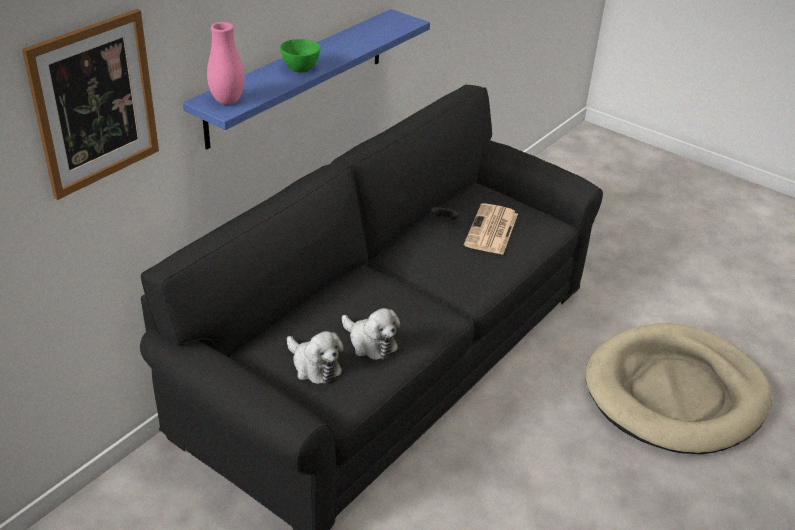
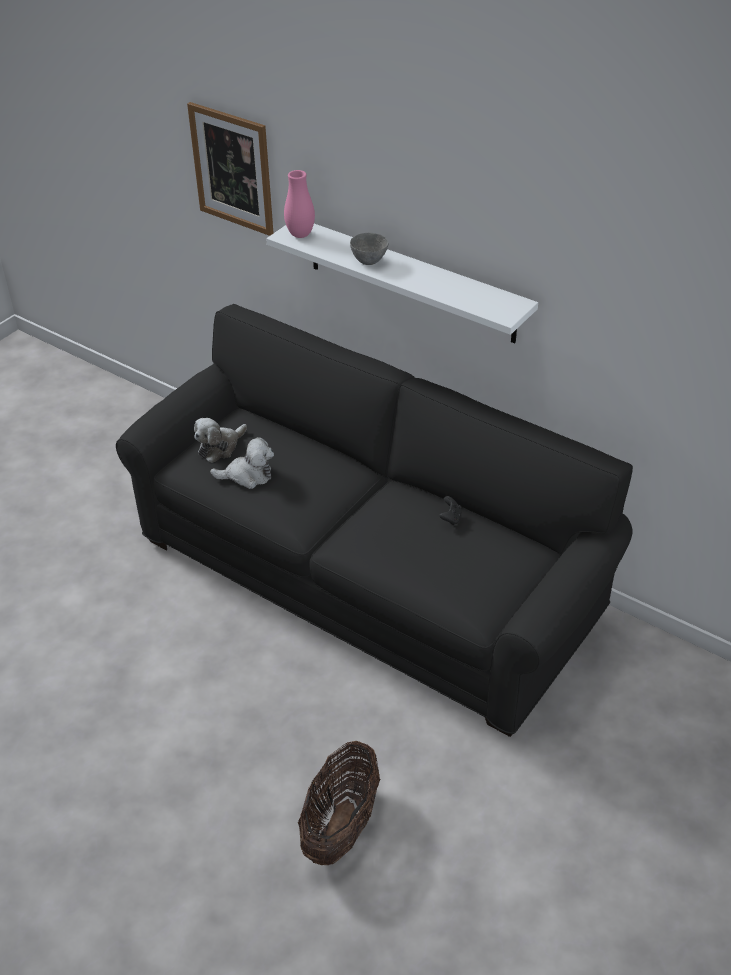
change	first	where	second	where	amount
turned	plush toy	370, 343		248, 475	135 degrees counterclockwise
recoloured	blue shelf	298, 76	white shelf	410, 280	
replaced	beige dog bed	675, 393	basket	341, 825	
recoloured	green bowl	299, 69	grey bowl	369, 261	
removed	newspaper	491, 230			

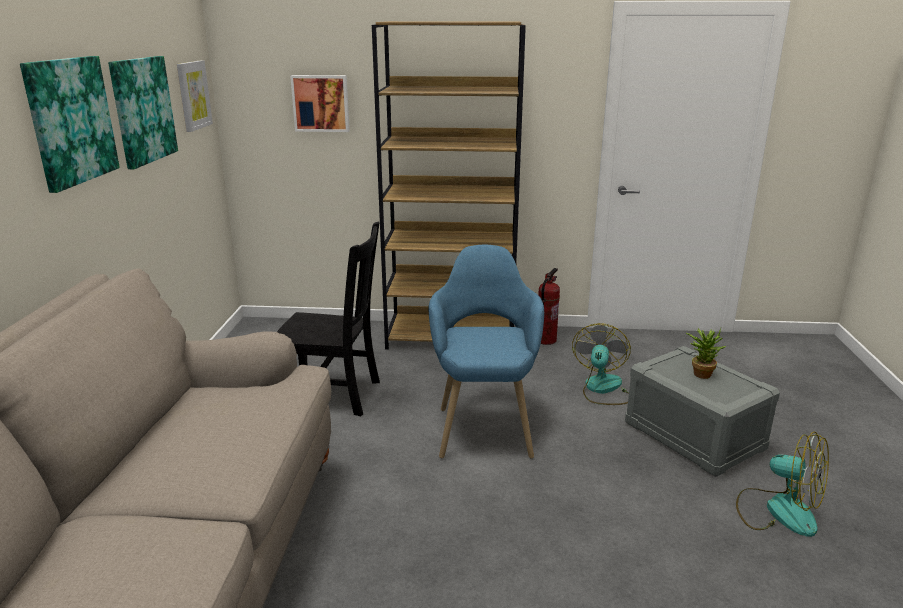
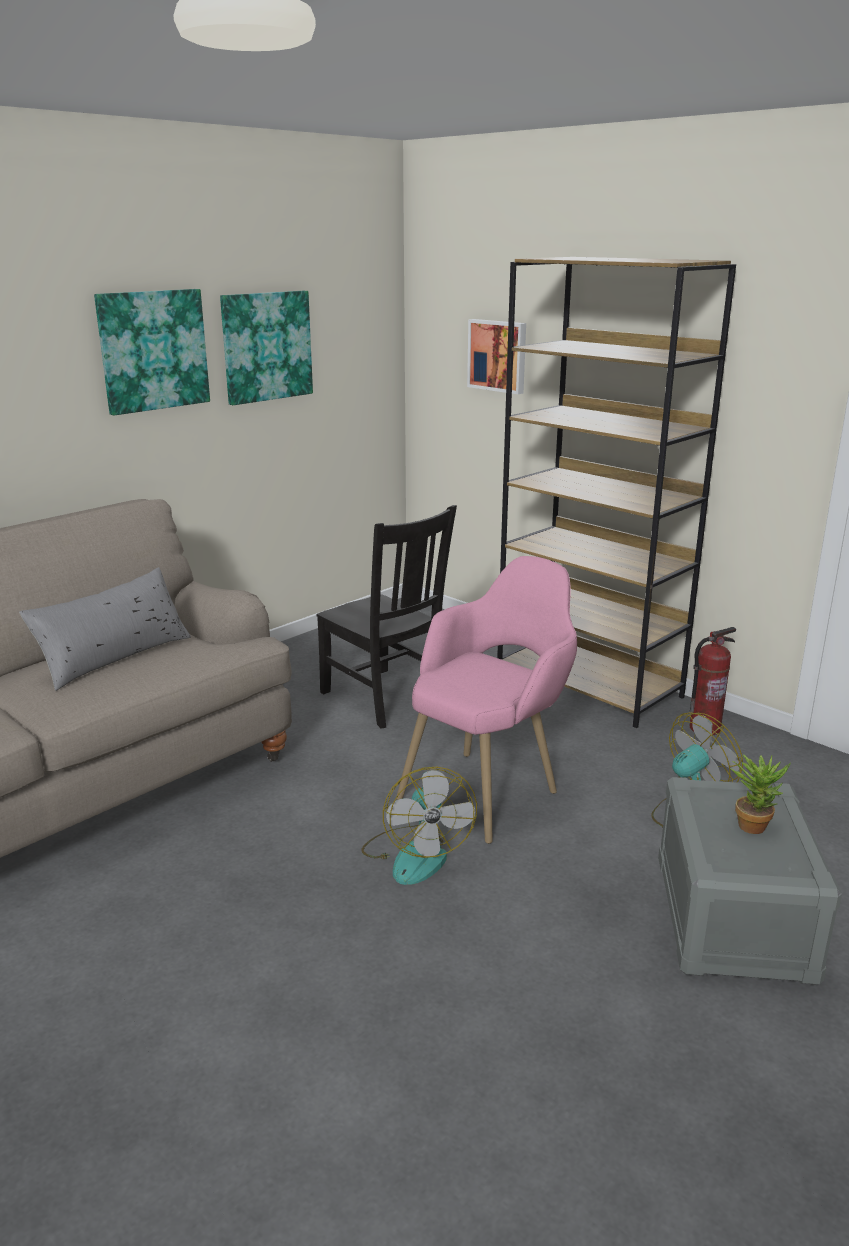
change	first	where	second	where	amount
added			grey pillow	115, 657	
moved	fan	778, 510		416, 854	
recoloured	blue armchair	484, 424	pink armchair	489, 787	
removed	picture	193, 95			

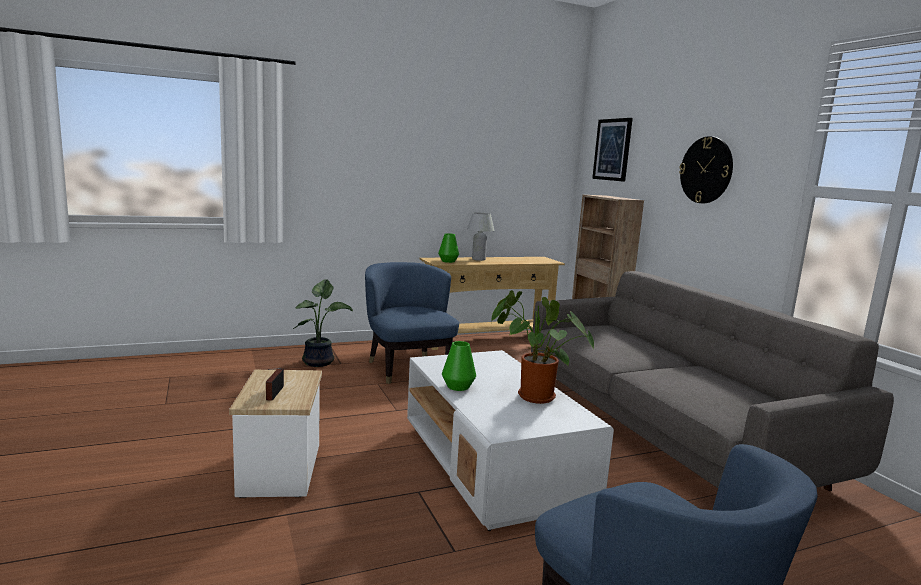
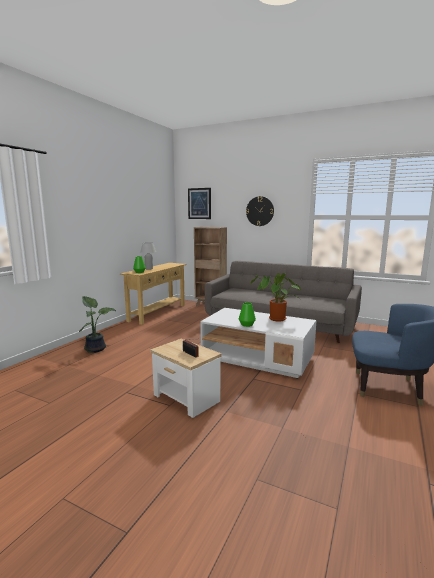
change	first	where	second	where	amount
removed	blue armchair	407, 368			

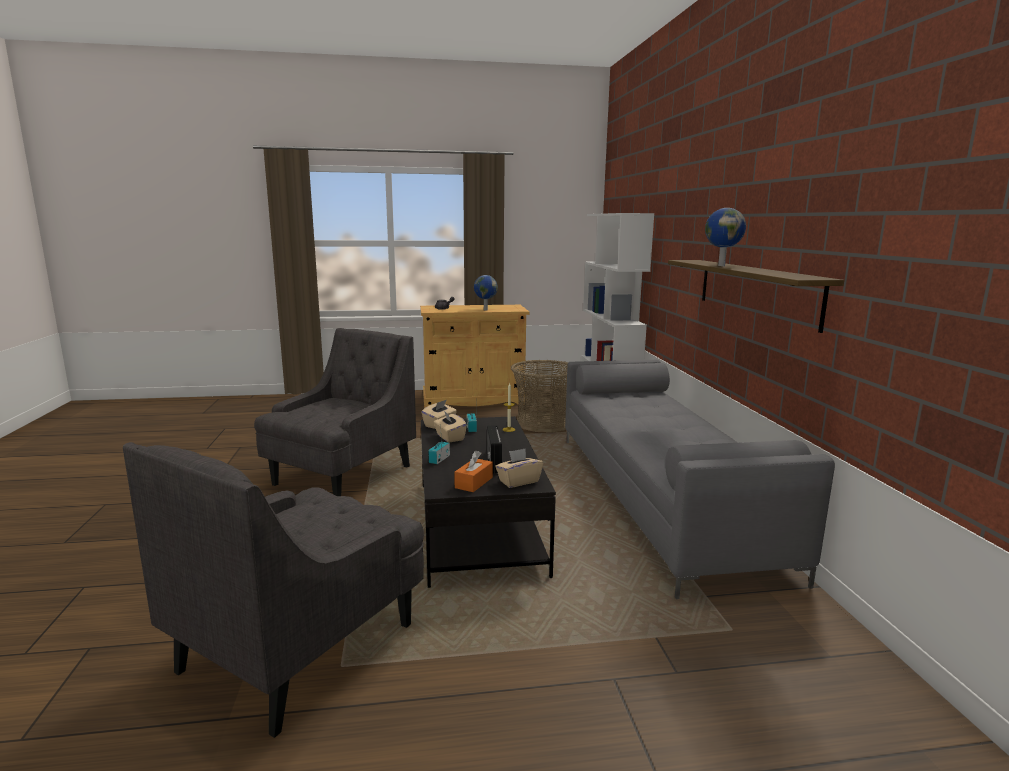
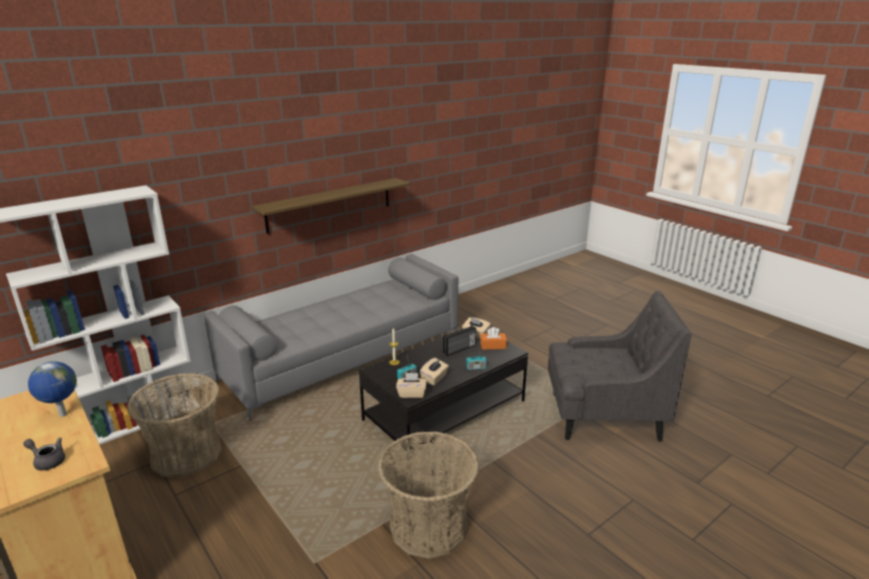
change	first	where	second	where	amount
replaced	grey armchair	342, 476	basket	428, 526	
removed	globe	721, 265			

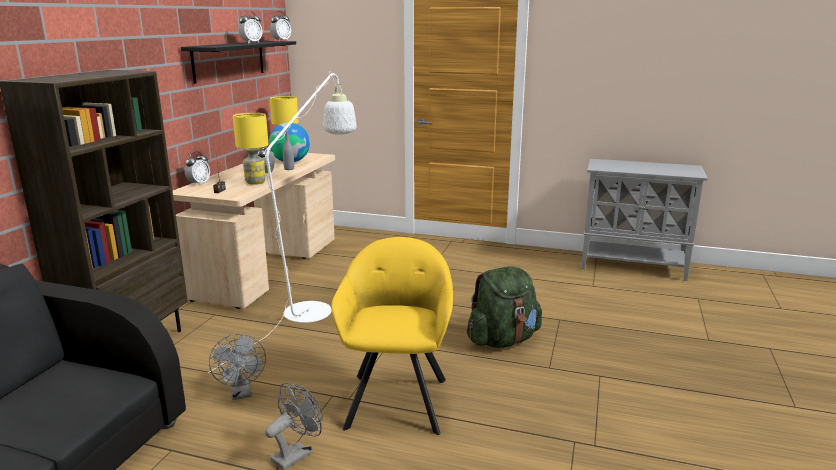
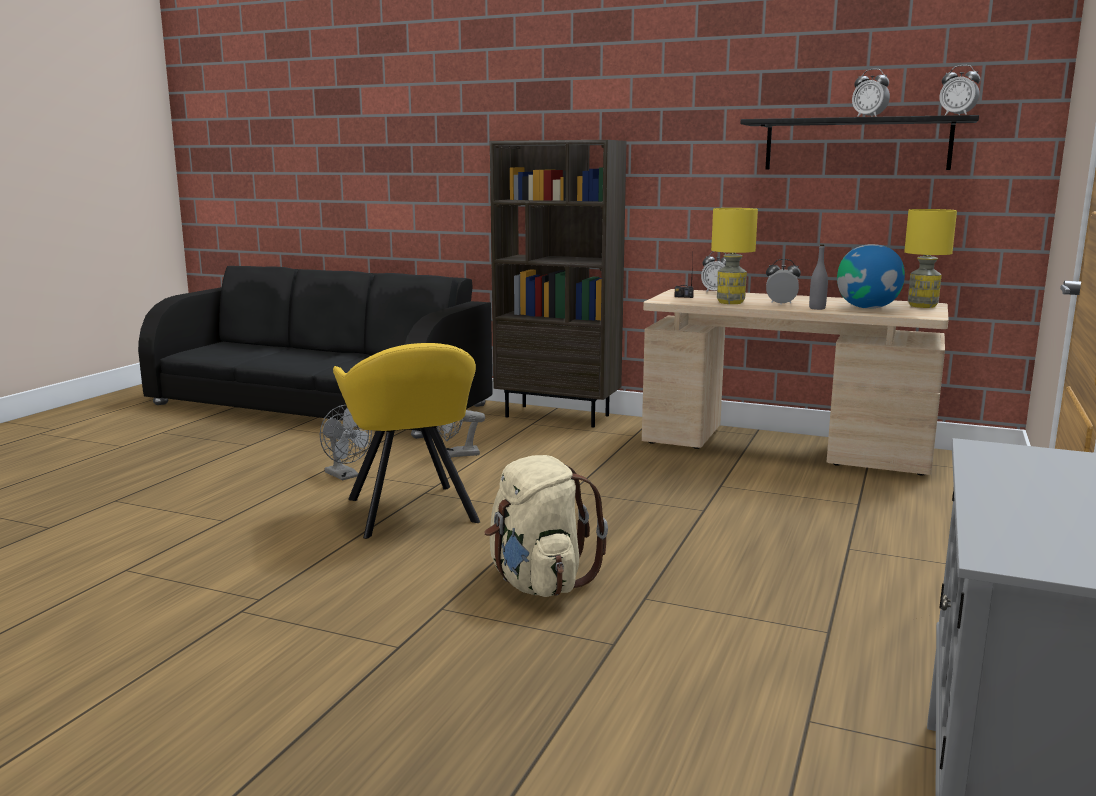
change	first	where	second	where	amount
turned	yellow armchair	398, 398		411, 513	60 degrees clockwise
recoloured	green backpack	503, 340	beige backpack	538, 583	
removed	white floor lamp	315, 306			

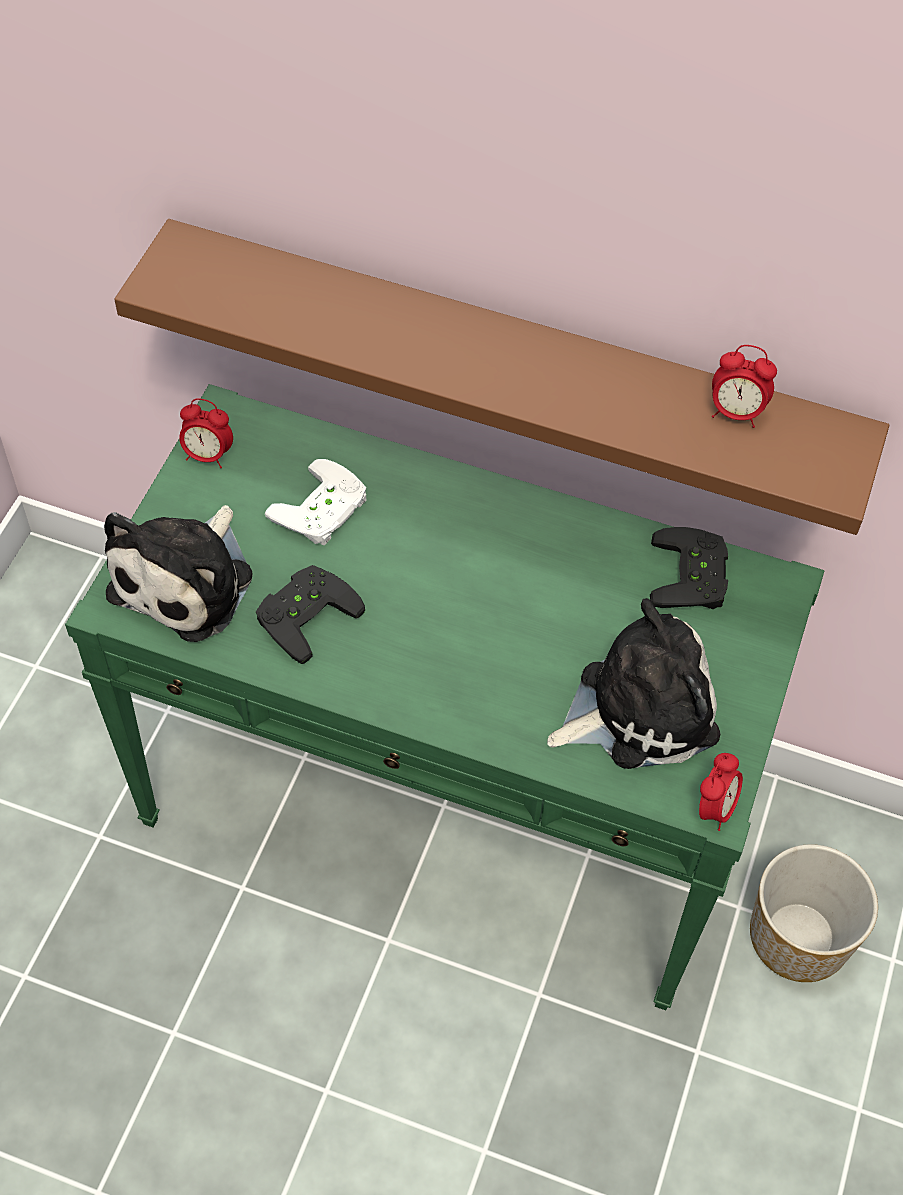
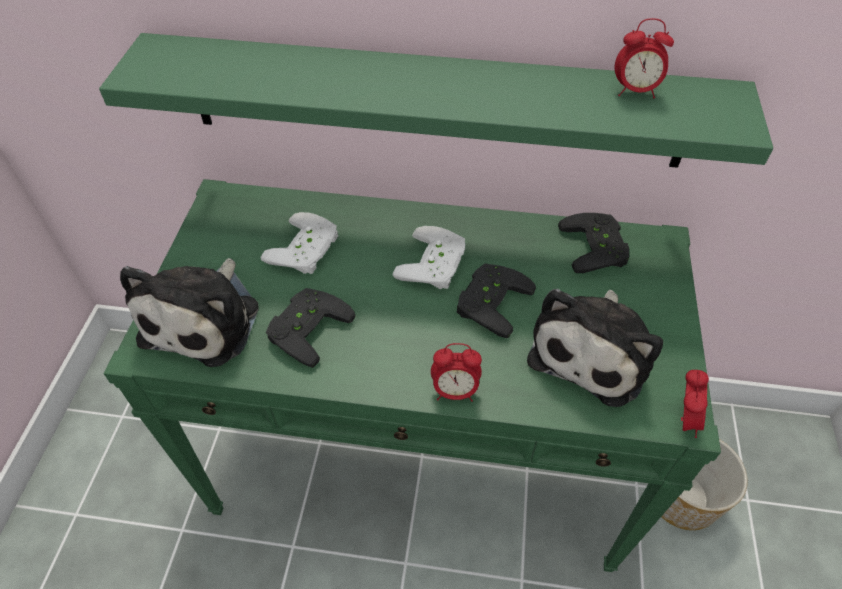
change	first	where	second	where	amount
recoloured	brown shelf	510, 361	green shelf	434, 102	
added			white game controller	436, 264	
moved	alarm clock	208, 455		455, 391	
added			black game controller	489, 300	
turned	plush toy	638, 708		593, 350	150 degrees clockwise

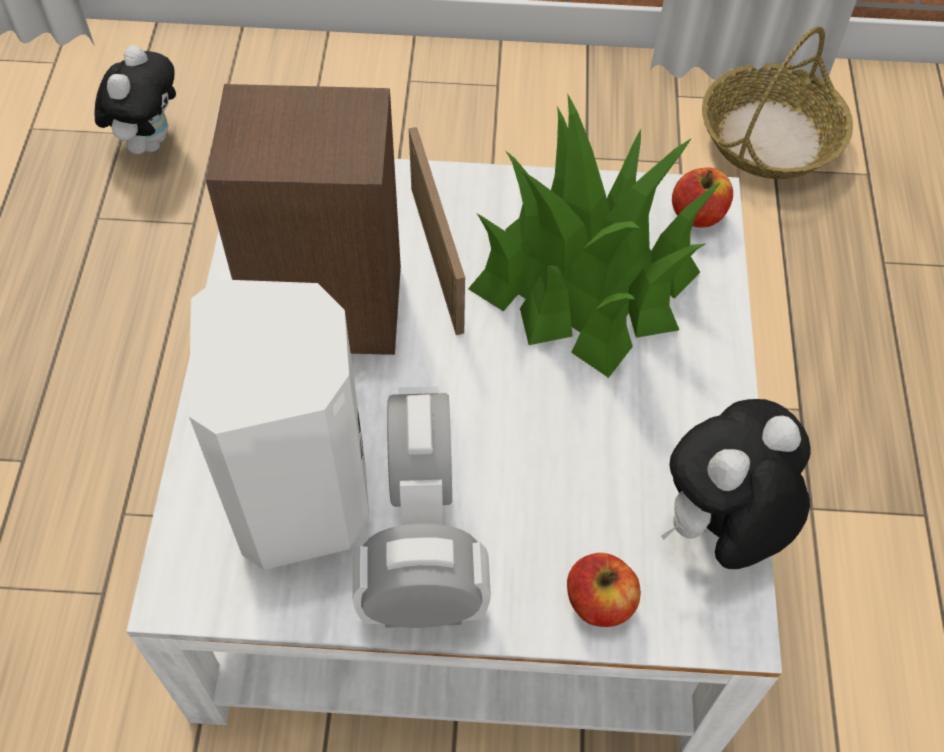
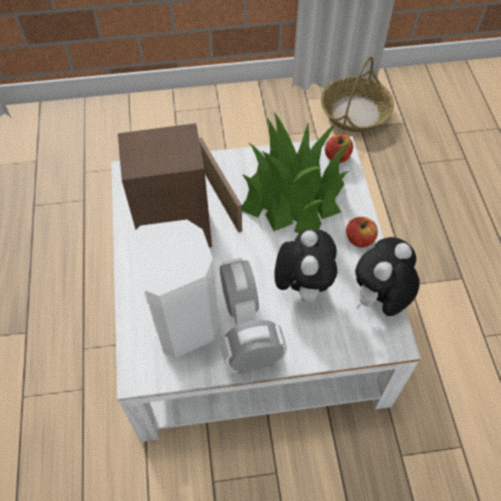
change	first	where	second	where	amount
moved	plush toy	149, 141		302, 286	
moved	apple	599, 602		359, 239	

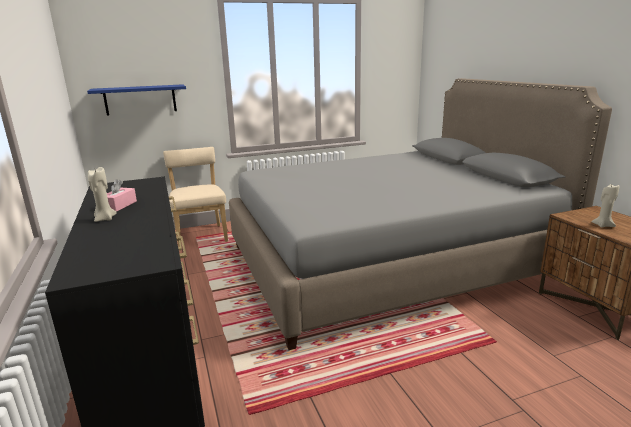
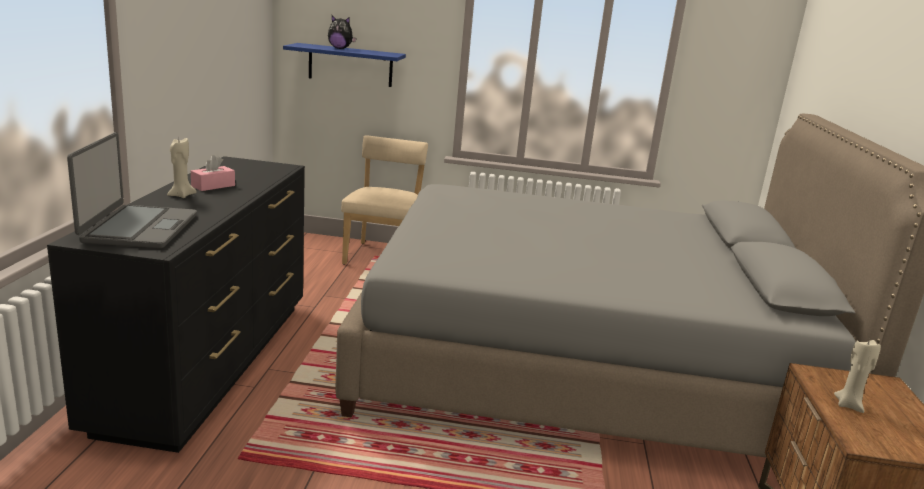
change	first	where	second	where	amount
added			laptop	139, 228	
added			plush toy	340, 48	

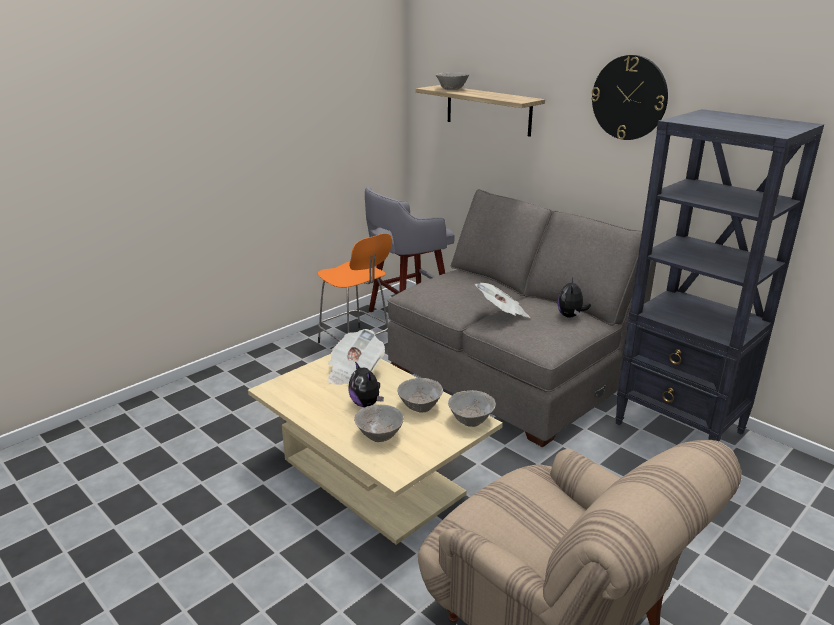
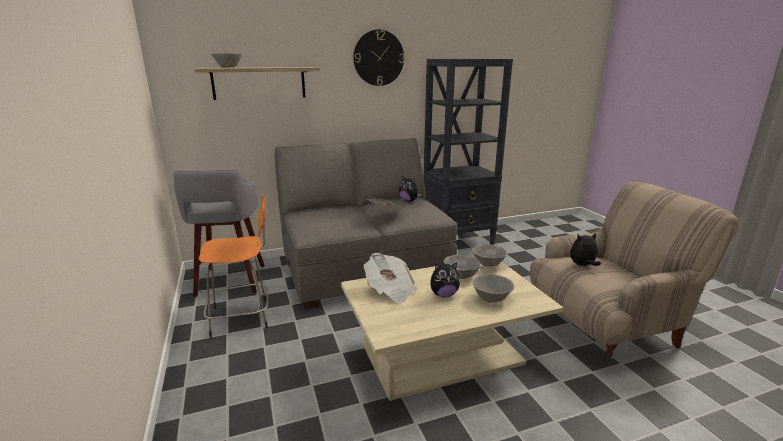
change	first	where	second	where	amount
added			plush toy	582, 265	

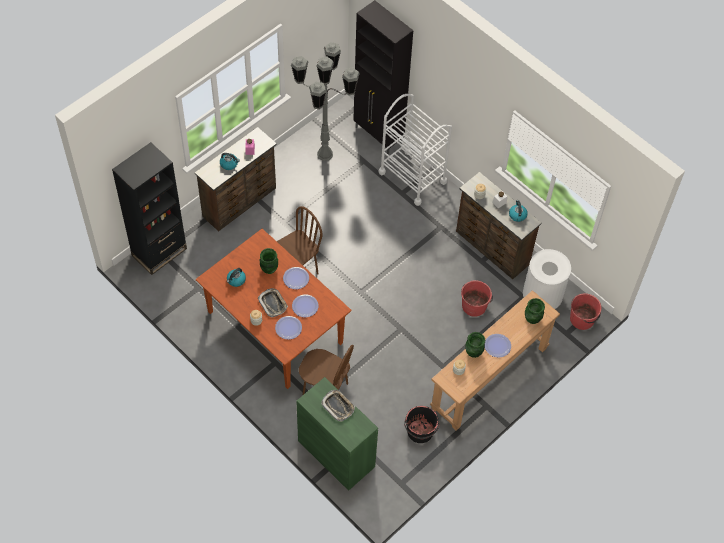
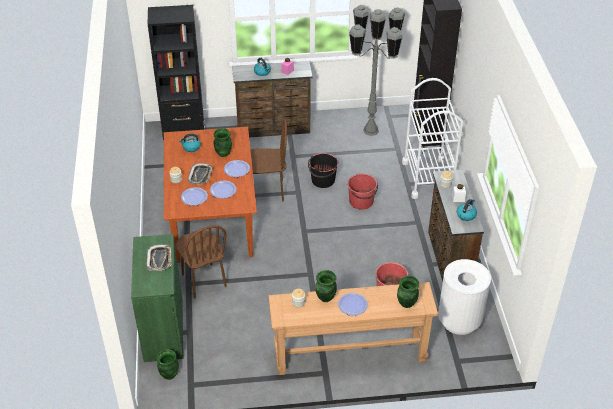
change	first	where	second	where	amount
added			green vase	169, 374	
moved	black bucket	420, 432		323, 180	
moved	red bucket	582, 319		361, 202	

